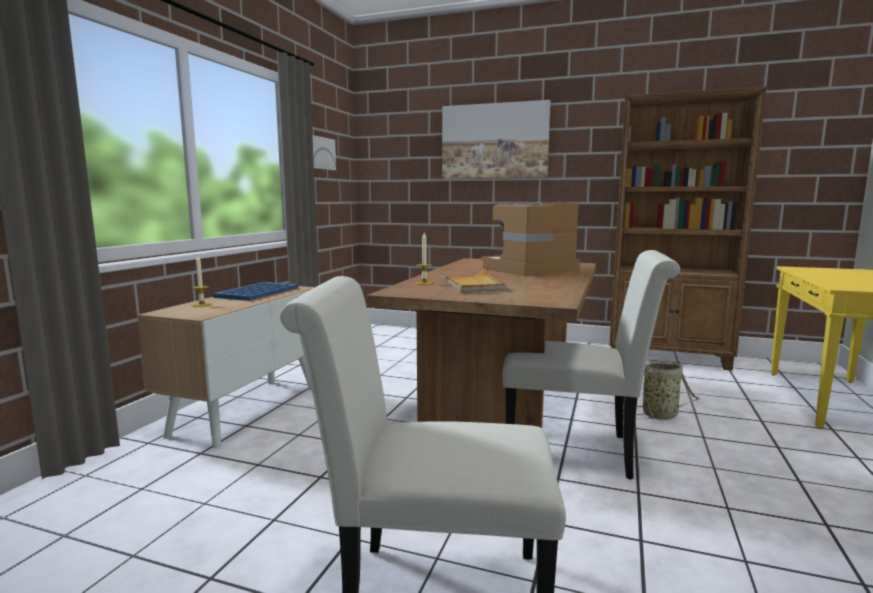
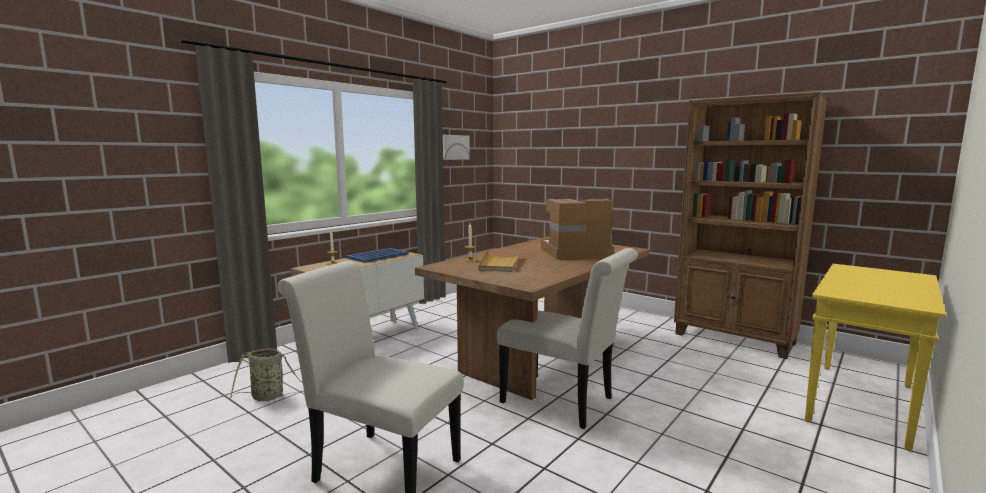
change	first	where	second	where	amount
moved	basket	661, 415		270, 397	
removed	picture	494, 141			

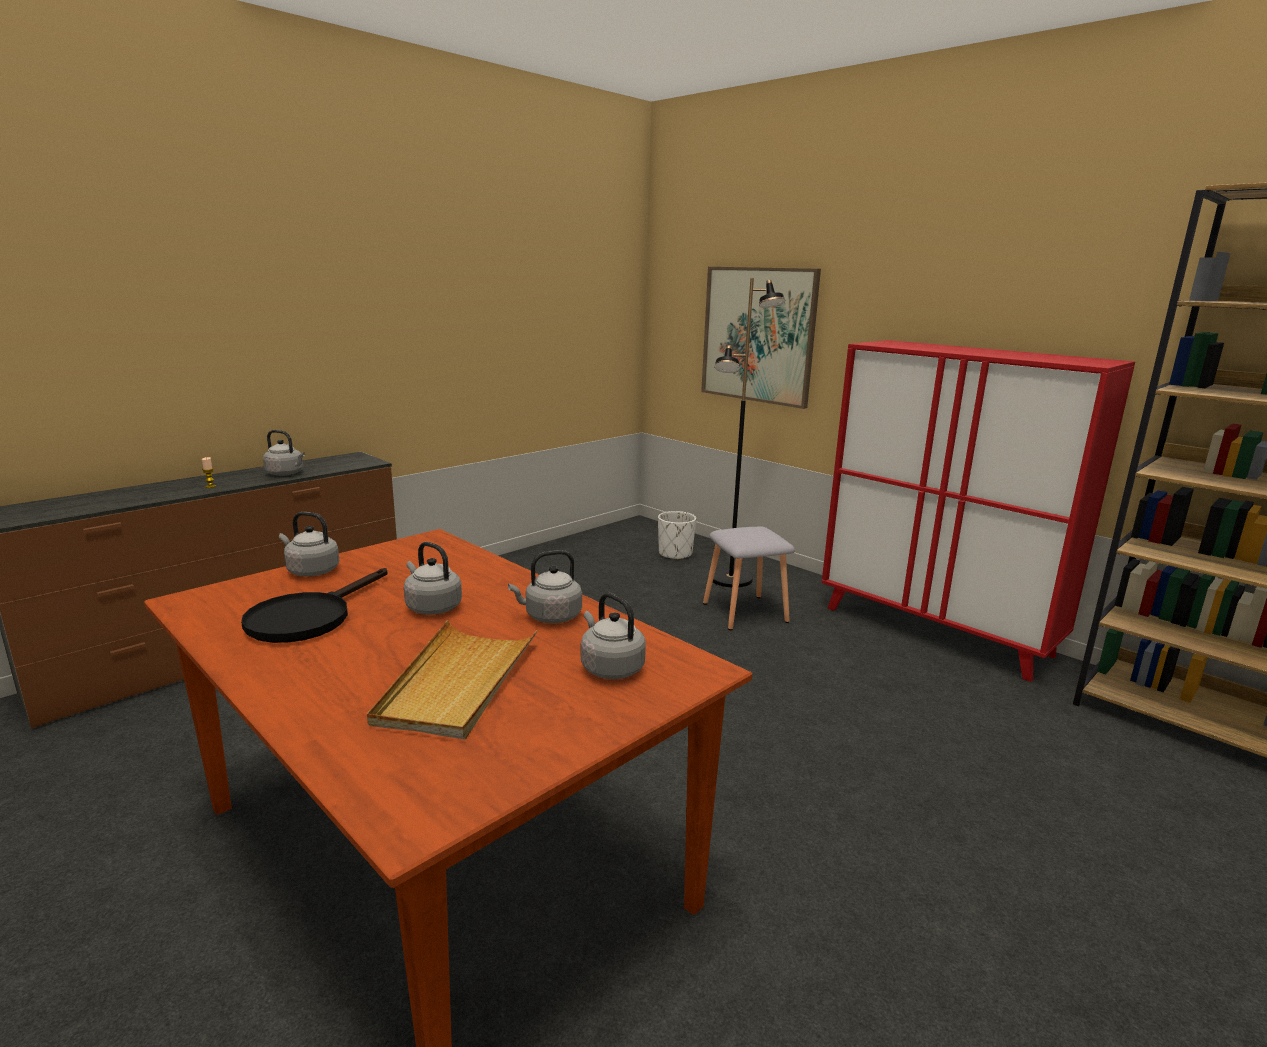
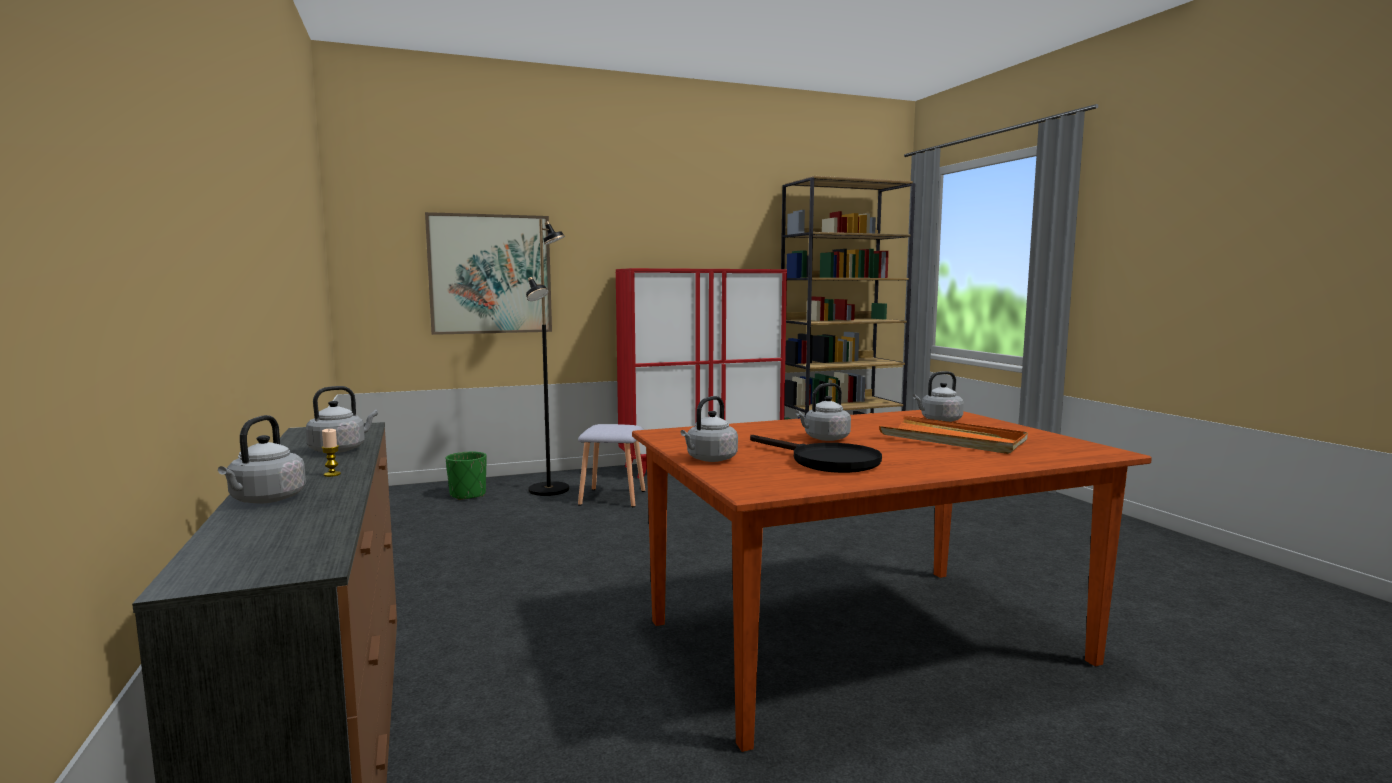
change	first	where	second	where	amount
moved	grey kettle	550, 617		265, 500	
recoloured	white planter	675, 554	green planter	467, 495	
recoloured	beige tray	457, 682	orange tray	953, 440	

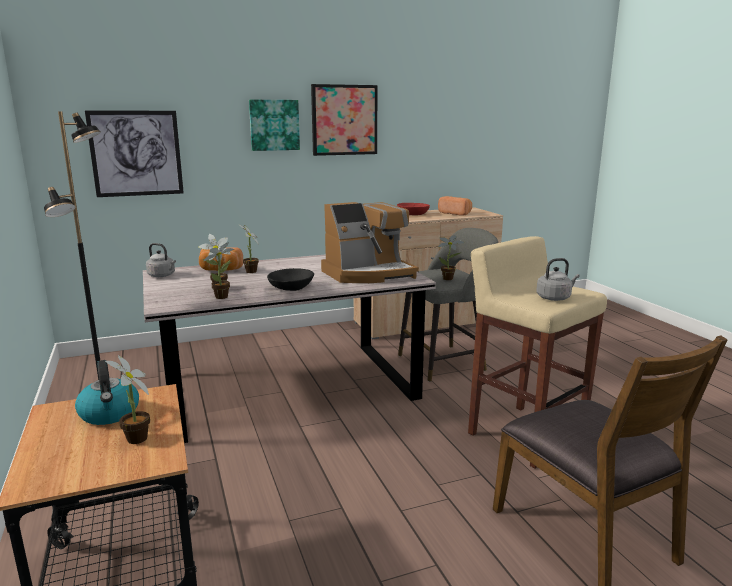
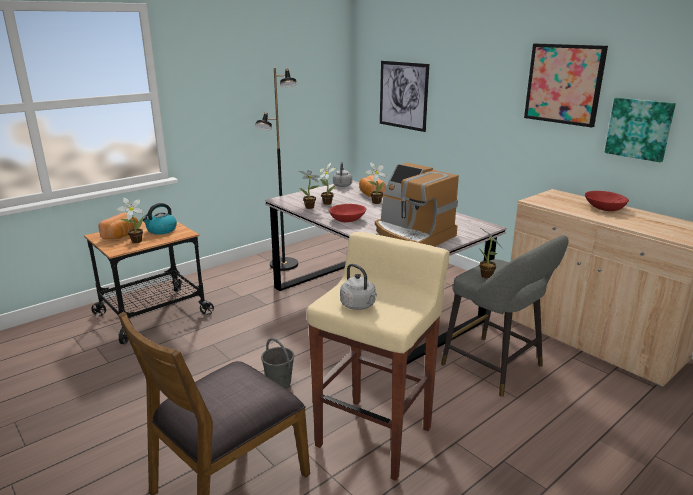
change	first	where	second	where	amount
moved	bread	456, 213		122, 235	
added			grey bucket	279, 383	
recoloured	black bowl	291, 287	red bowl	347, 219	
moved	picture	274, 125		639, 129	

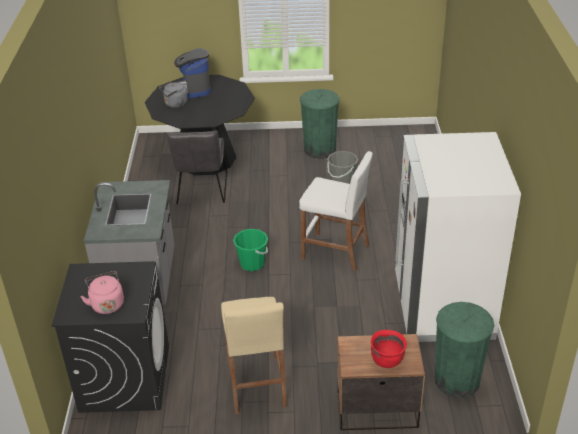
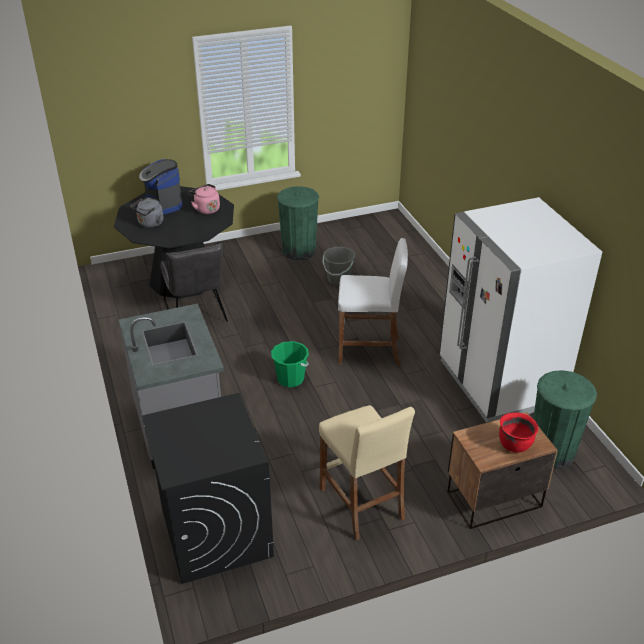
change	first	where	second	where	amount
moved	pink kettle	107, 304		206, 209	

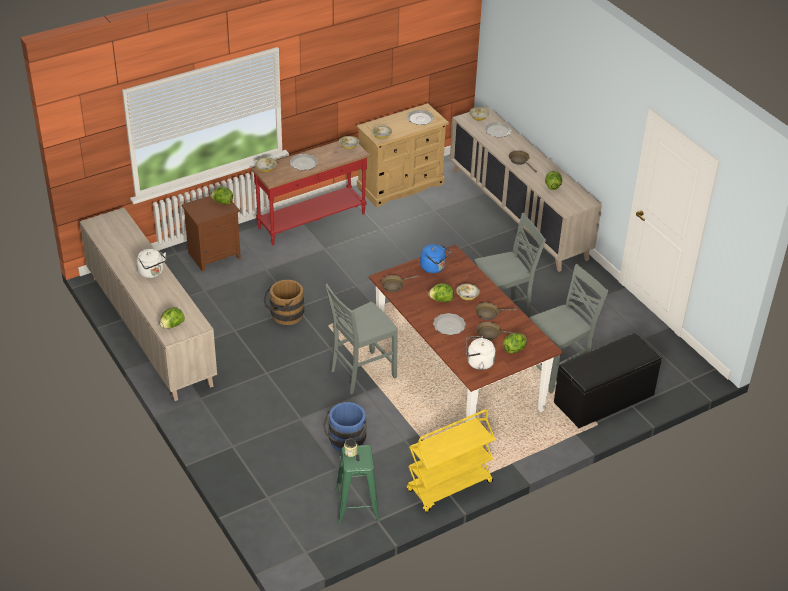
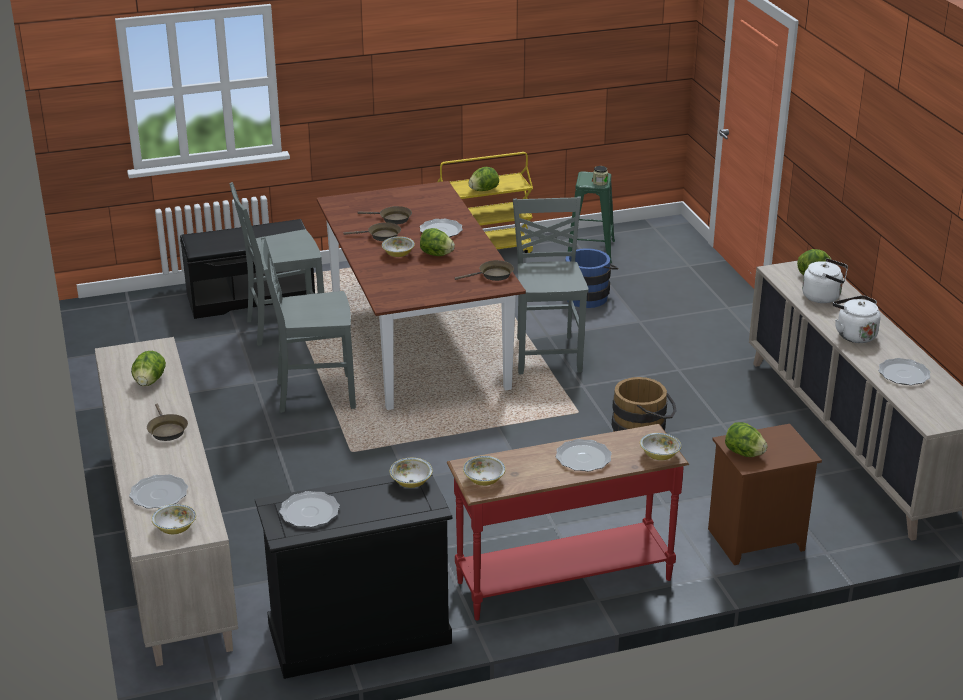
change	first	where	second	where	amount
recoloured	beige dresser	400, 185	black dresser	359, 634	
moved	lettuce	514, 349		483, 190	
turned	grey chair	361, 373		547, 354	75 degrees counterclockwise
moved	white kettle	478, 363		824, 297	
added			plate	904, 374	
removed	blue kettle	434, 268			

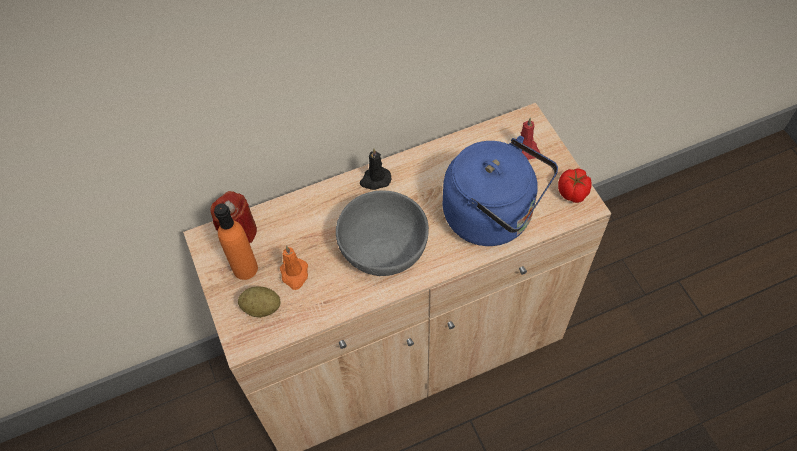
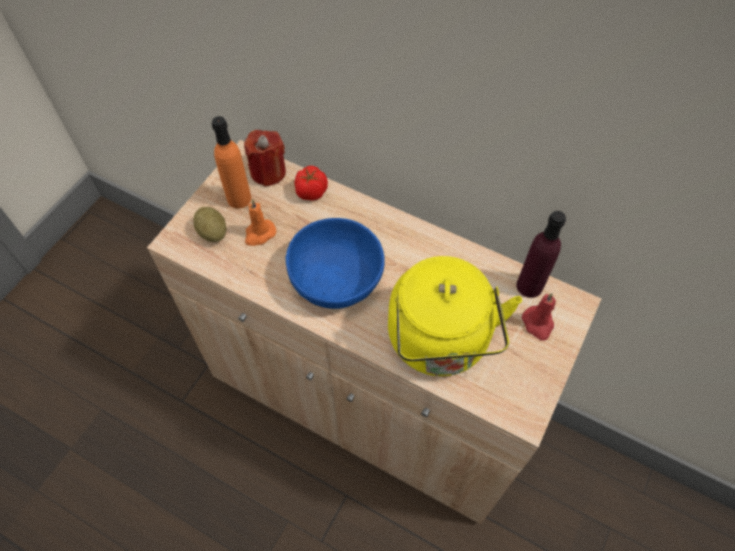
change	first	where	second	where	amount
recoloured	grey bowl	384, 246	blue bowl	337, 278	
moved	tomato	572, 193		311, 192	
recoloured	blue kettle	493, 216	yellow kettle	440, 343	
added			purple bottle	529, 286	
removed	black candle	375, 180			

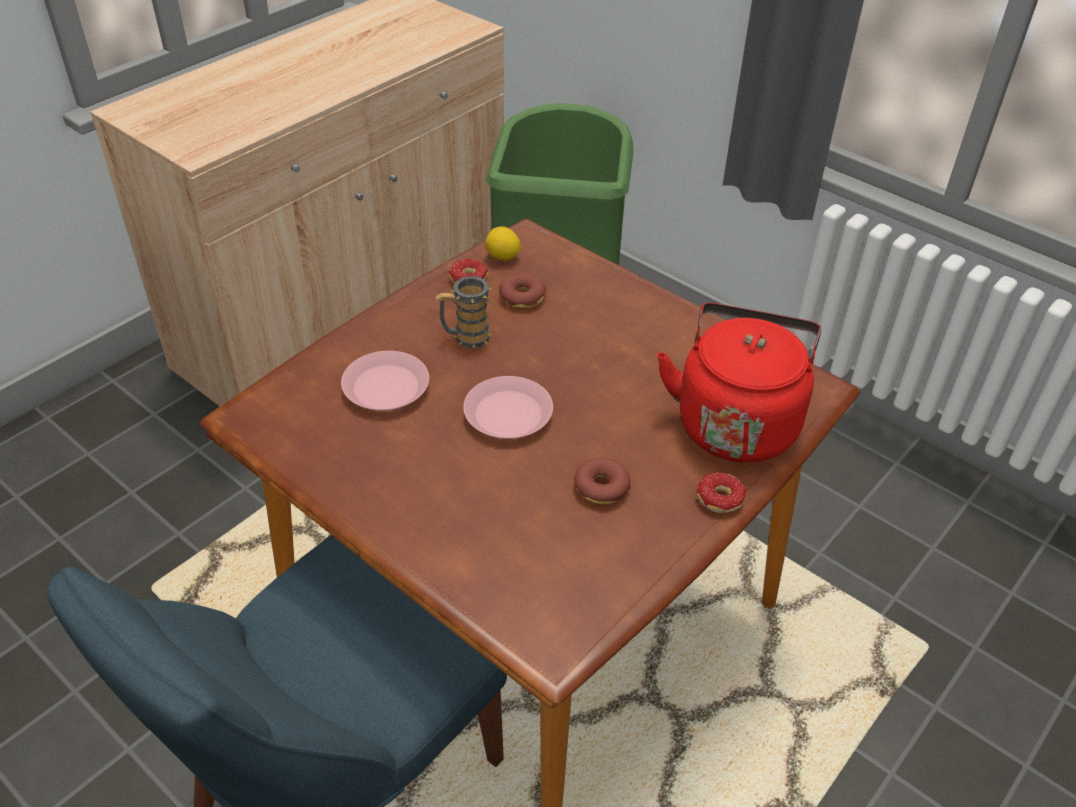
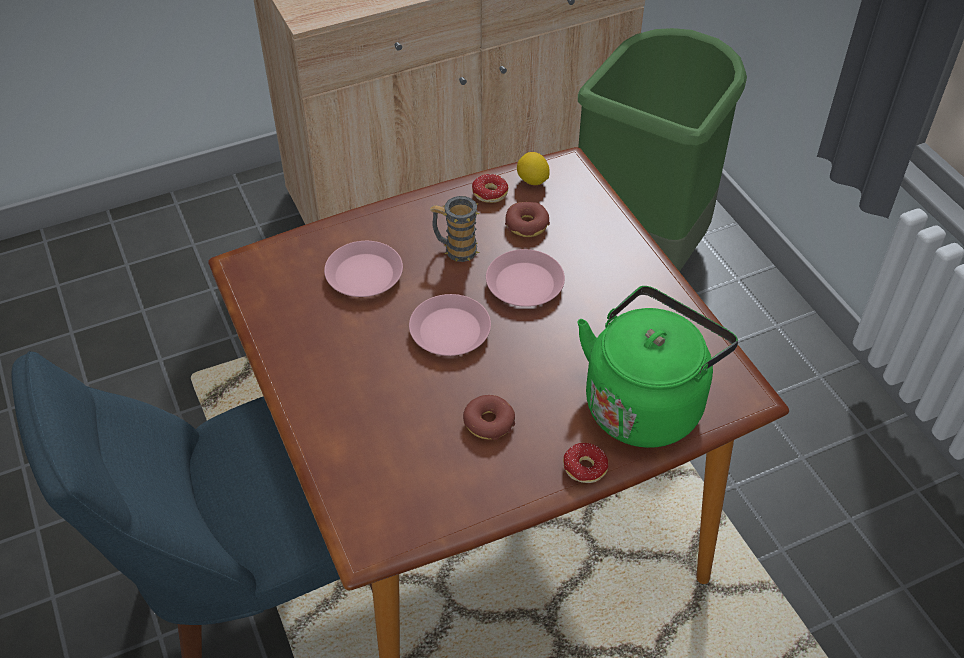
change	first	where	second	where	amount
added			pink plate	525, 284	
recoloured	red kettle	736, 421	green kettle	646, 402	

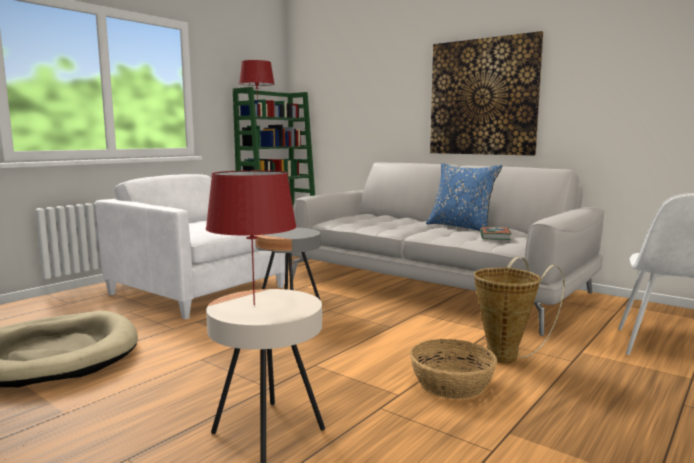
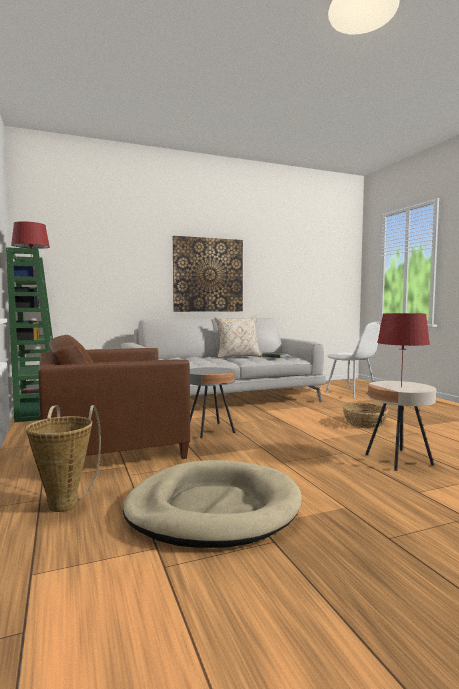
change	first	where	second	where	amount
moved	basket	507, 356		66, 502	
recoloured	white armchair	199, 290	brown armchair	112, 447	
recoloured	blue pillow	461, 227	beige pillow	237, 356	

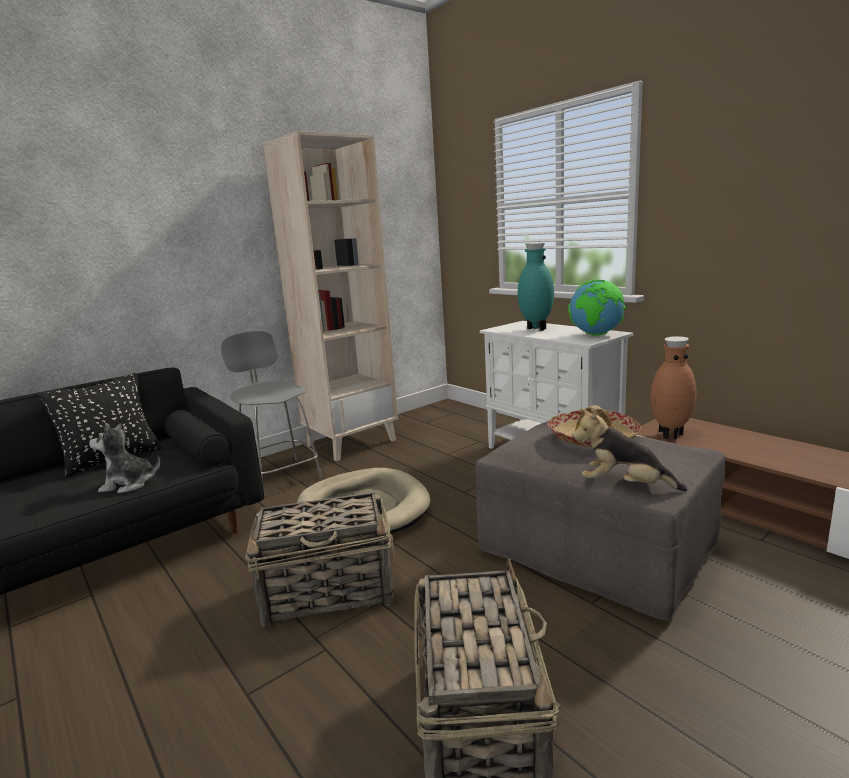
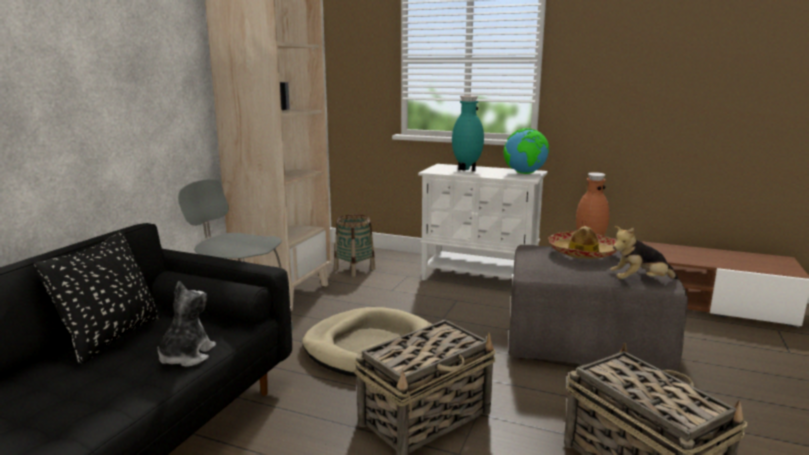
change	first	where	second	where	amount
turned	plush toy	129, 484		186, 356	135 degrees clockwise
added			basket	354, 269	

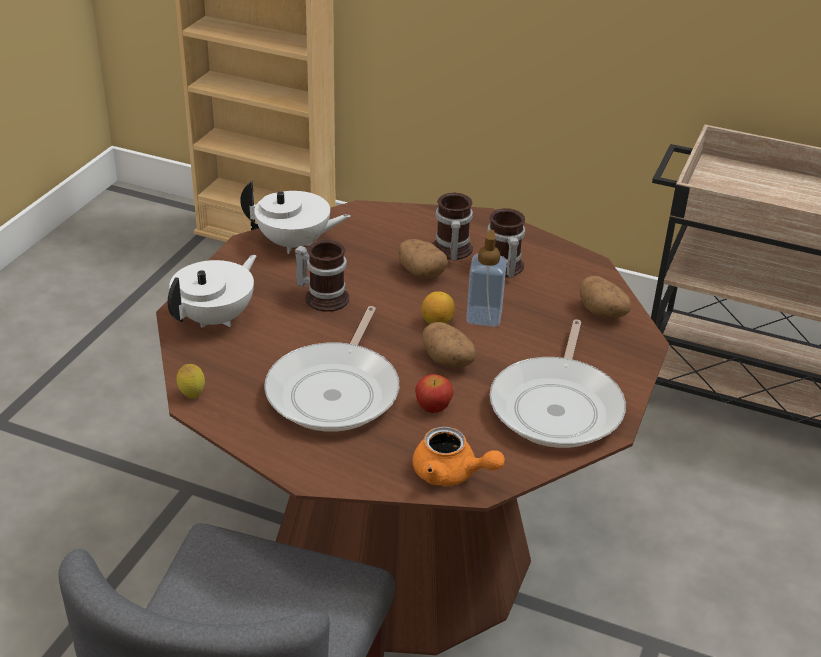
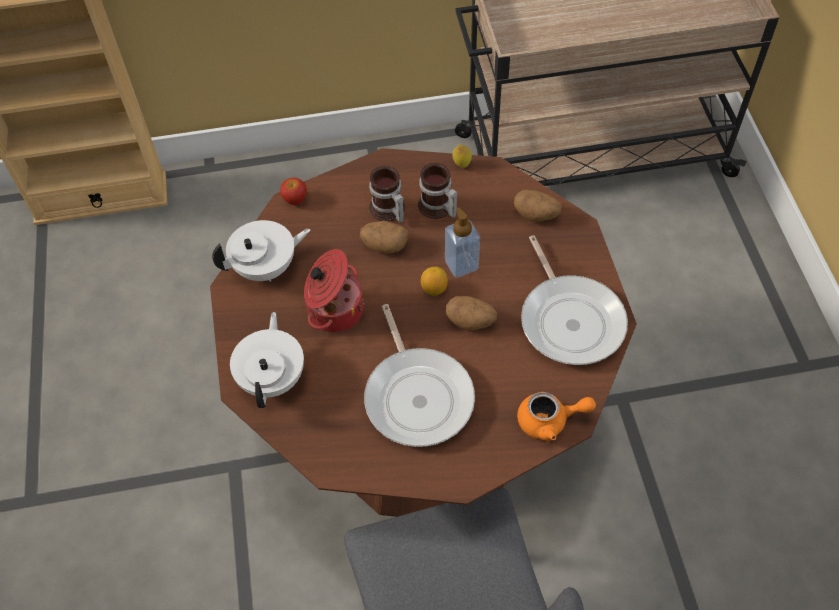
change	first	where	second	where	amount
moved	apple	433, 407		295, 199	
replaced	mug	324, 296	cooking pot	334, 310	
moved	lemon	192, 395		461, 165	

